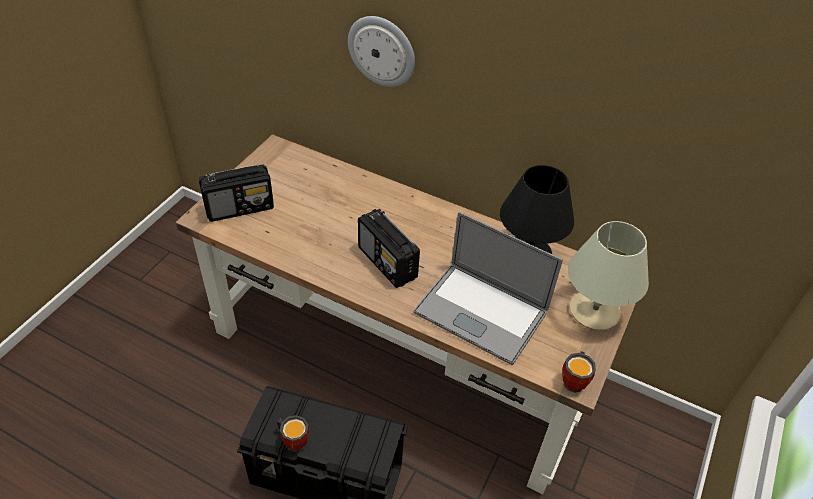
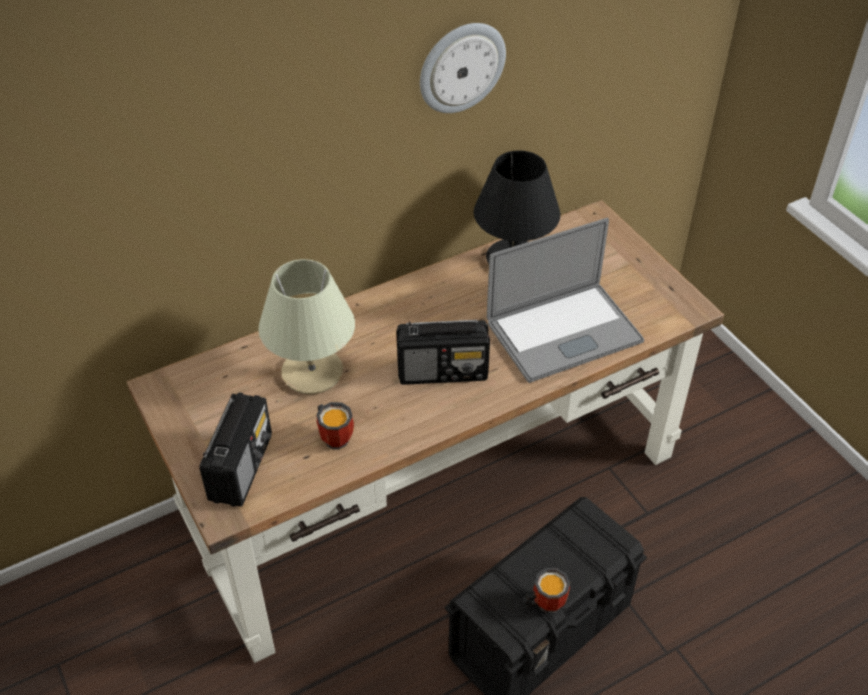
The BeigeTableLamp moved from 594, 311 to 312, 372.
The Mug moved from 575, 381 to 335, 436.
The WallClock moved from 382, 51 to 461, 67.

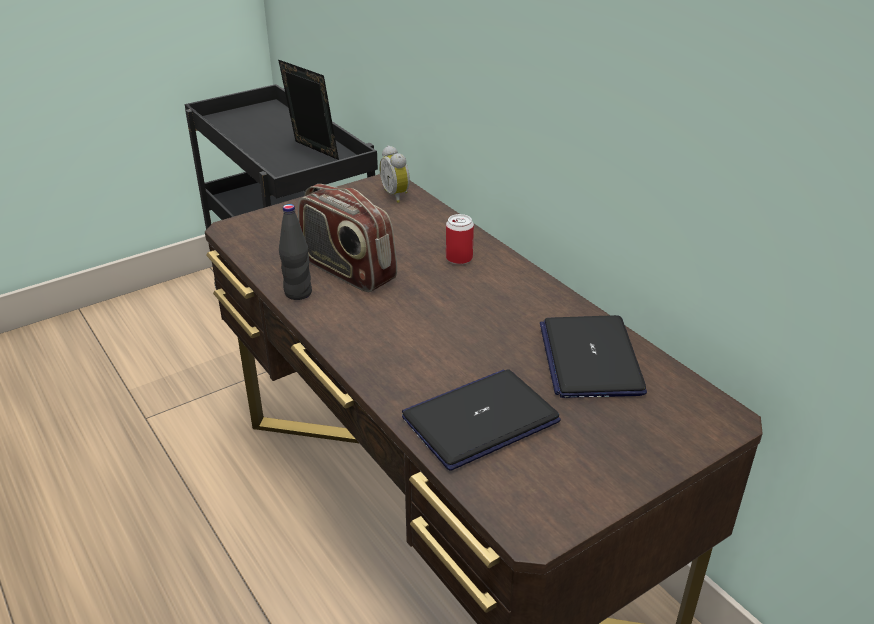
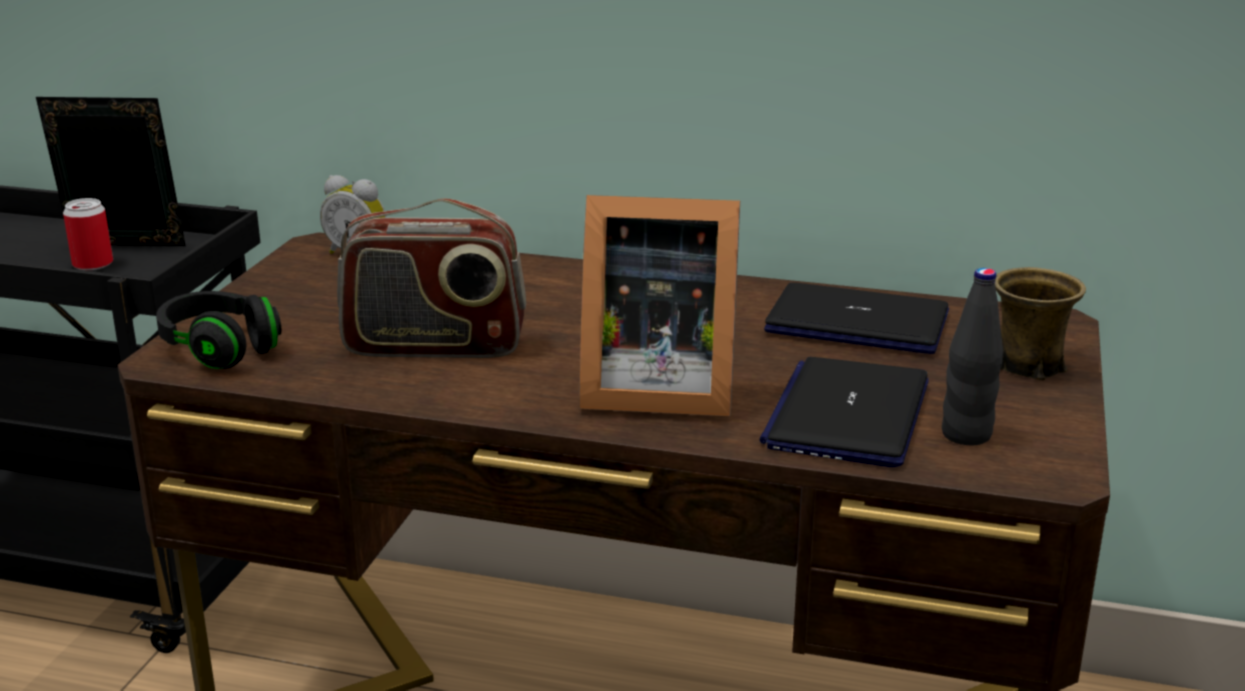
The Can moved from 459, 258 to 93, 264.
The BlackHeadphones at 220, 349 appeared.
The PictureFrame at 653, 389 appeared.
The Laptop at 590, 358 turned 150 degrees clockwise.
The BlackBottle moved from 298, 293 to 966, 435.
The BrownMug at 1028, 365 appeared.

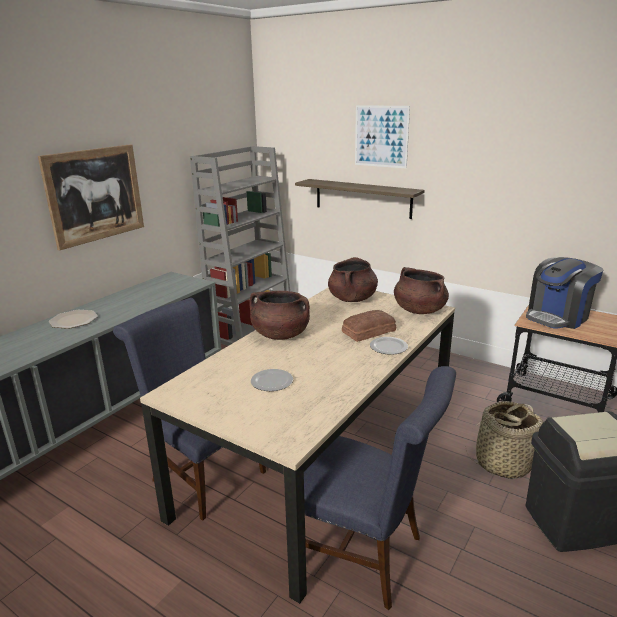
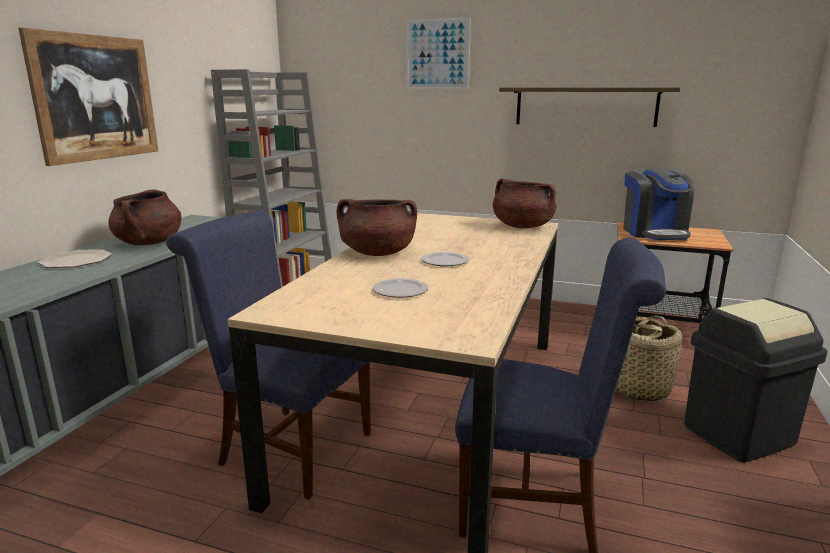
The BrownCookingPot moved from 352, 299 to 149, 243.
The Plate moved from 388, 347 to 445, 261.
The Shelf moved from 362, 198 to 585, 106.
The CoffeeMachine at 557, 317 turned 45 degrees counterclockwise.
The Bread at 367, 331 disappeared.

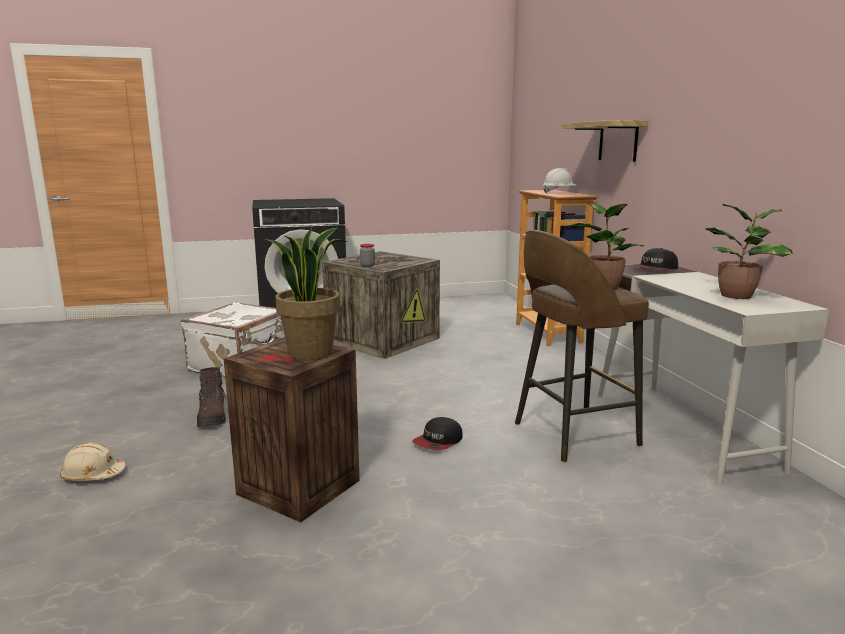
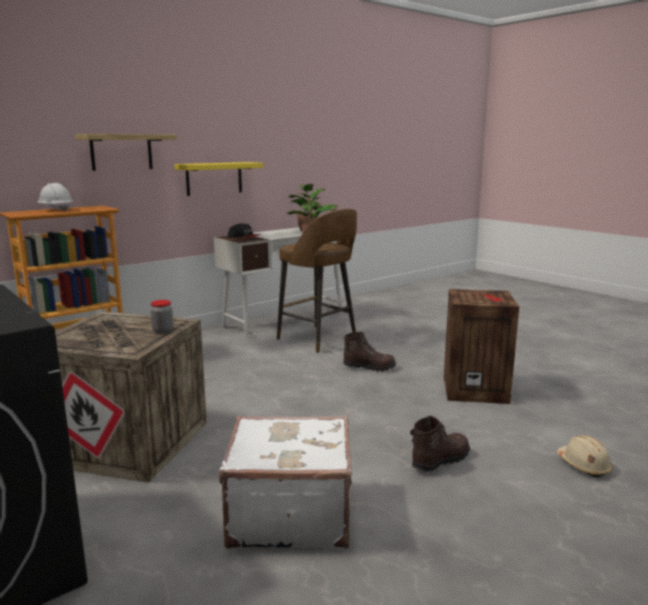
The YellowShelf at 214, 178 appeared.
The Cap at 438, 442 was replaced by the BrownBoot at 369, 367.
The PottedPlant at 310, 352 disappeared.

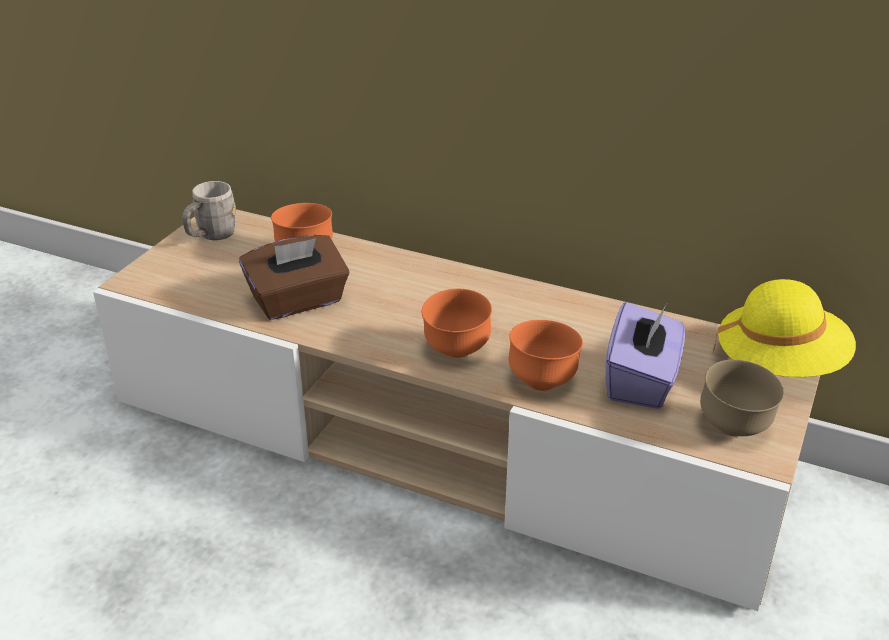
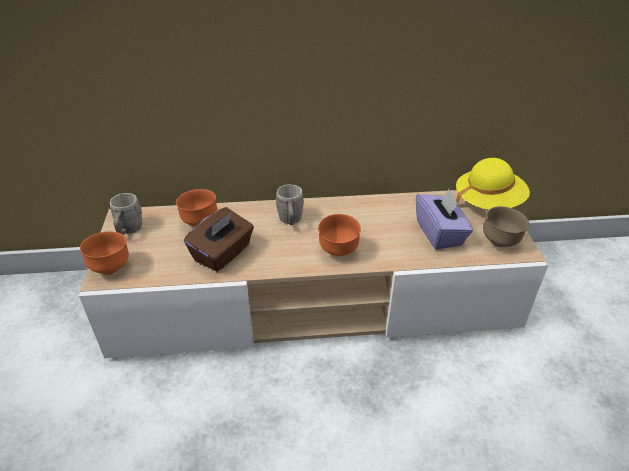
The OrangeBowl moved from 542, 382 to 111, 268.
The GreyMug at 290, 221 appeared.

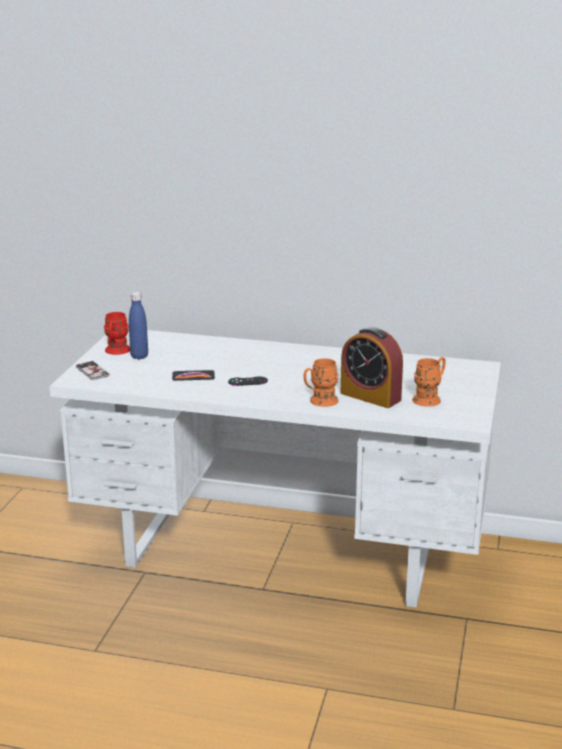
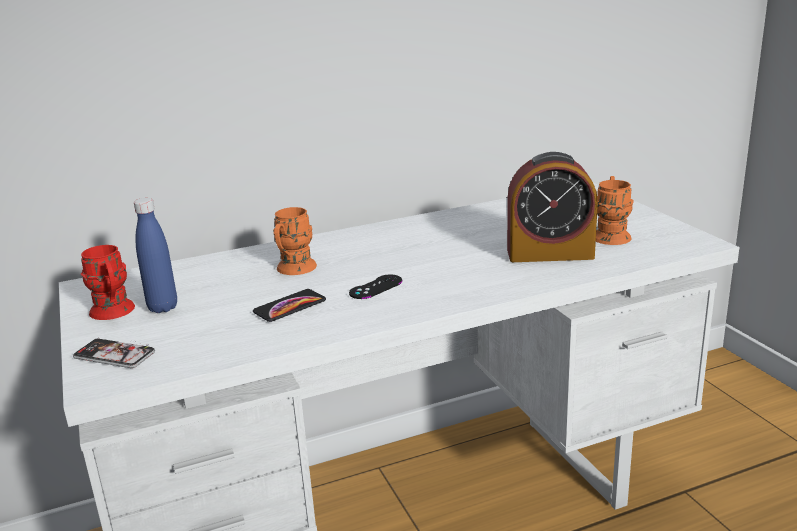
The OrangeMug moved from 319, 402 to 293, 270.

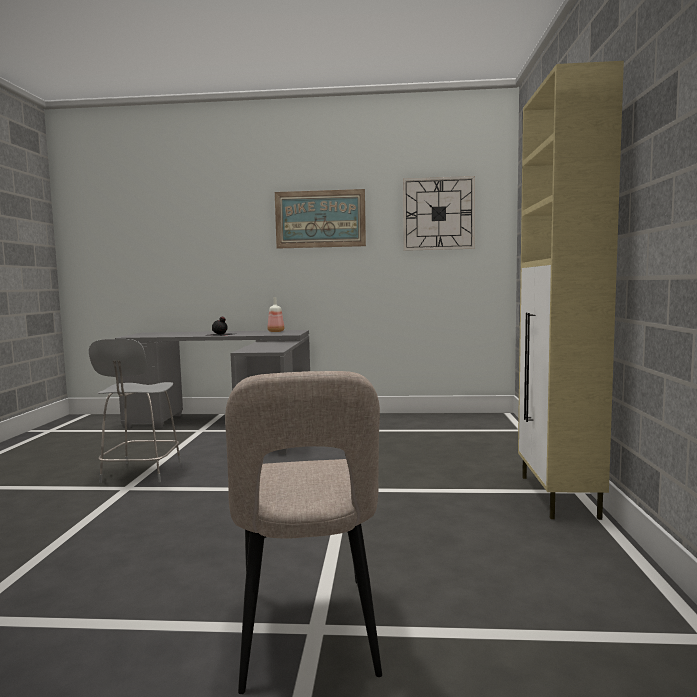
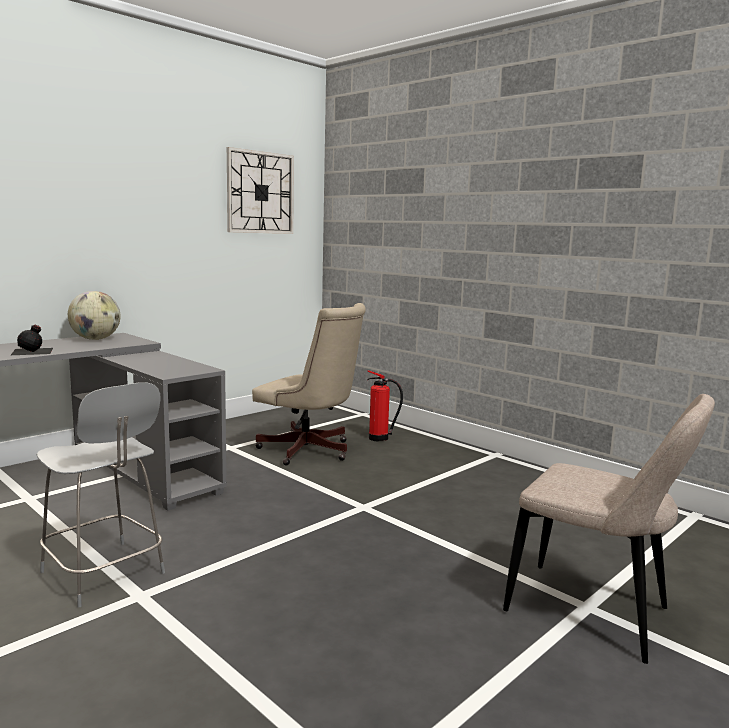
The Bottle at 276, 331 was replaced by the Globe at 95, 339.
The BeigeOfficeChair at 310, 451 appeared.
The FireExtinguisher at 380, 438 appeared.
The Picture at 320, 219 disappeared.
The BeigeCabinet at 558, 497 disappeared.

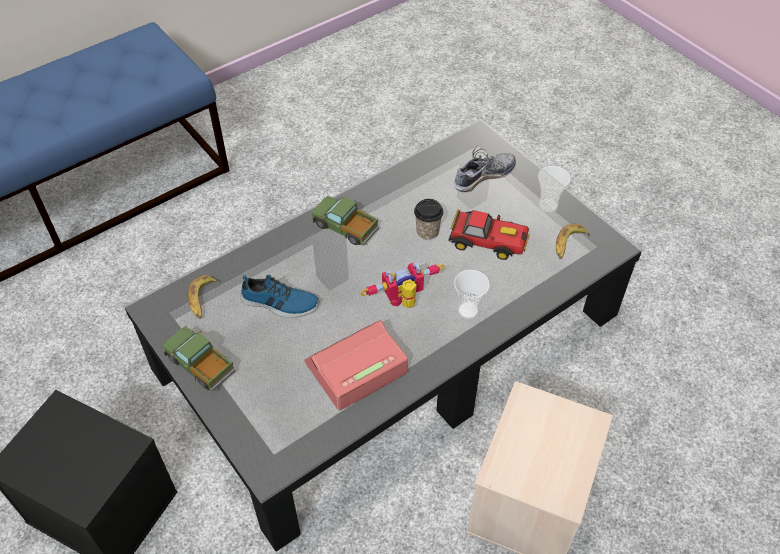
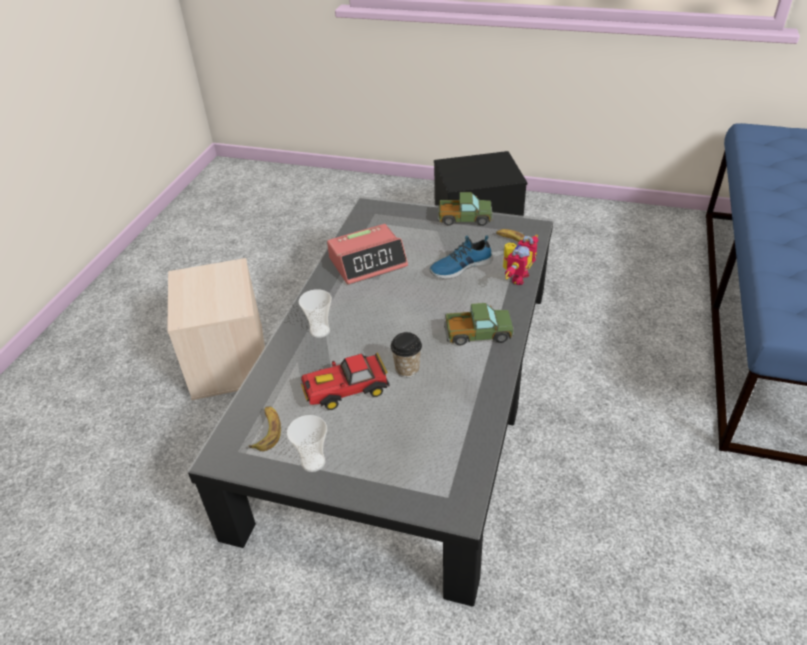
The AlarmClock at 356, 368 turned 45 degrees clockwise.
The ToyRobot moved from 404, 302 to 515, 276.
The Shoe at 483, 176 disappeared.

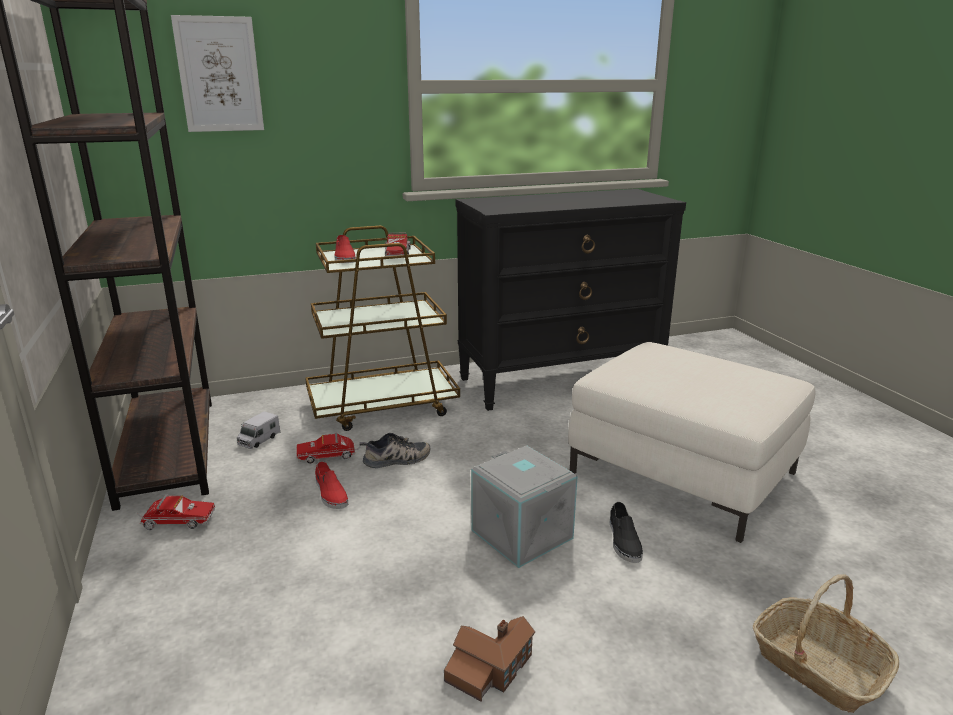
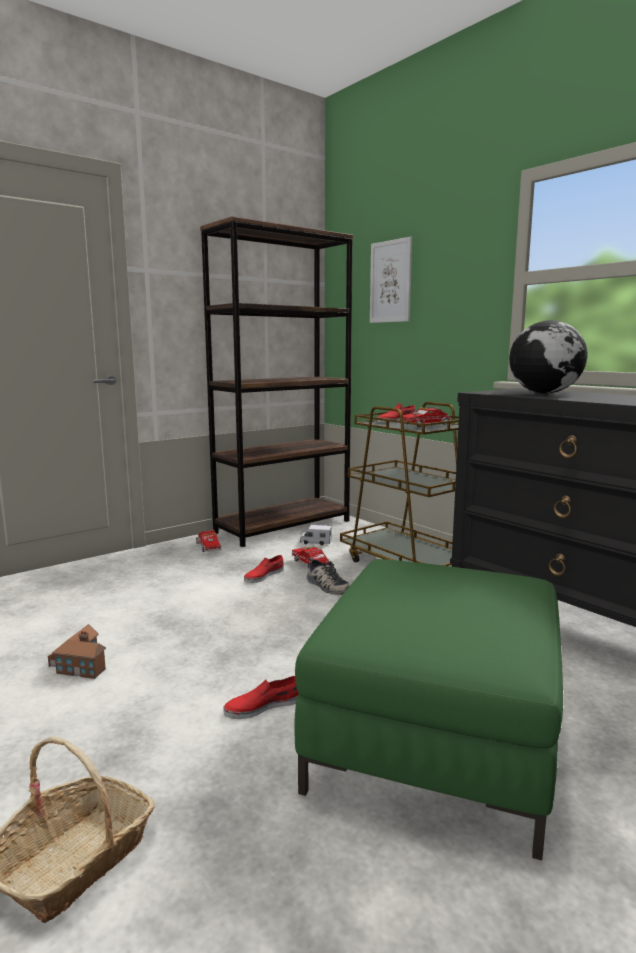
The BlackShoe at 623, 540 became the RedShoe at 262, 706.
The WhiteOttoman at 681, 472 became the GreenOttoman at 436, 737.
The Globe at 545, 393 appeared.
The GreyStorageBox at 520, 534 disappeared.

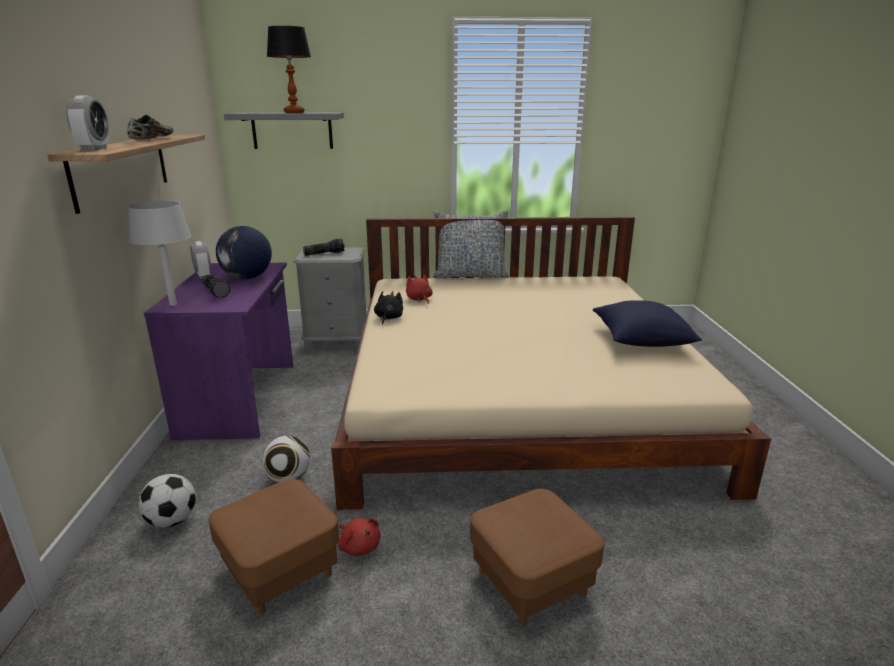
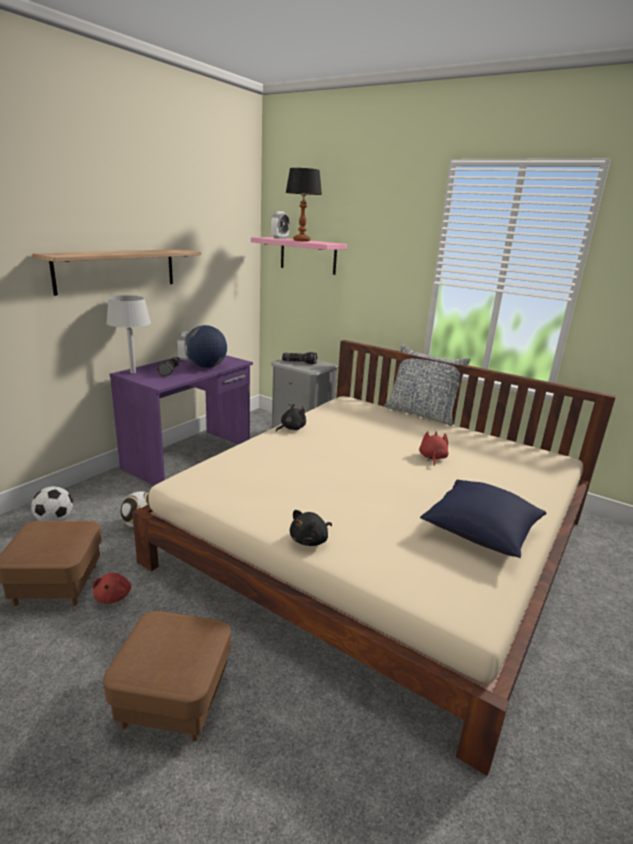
The GreyShelf at 292, 130 became the PinkShelf at 308, 255.
The AlarmClock moved from 94, 149 to 280, 238.
The BlackPlushToy at 310, 540 appeared.
The RedPlushToy moved from 419, 299 to 432, 458.
The Shoe at 152, 139 disappeared.

